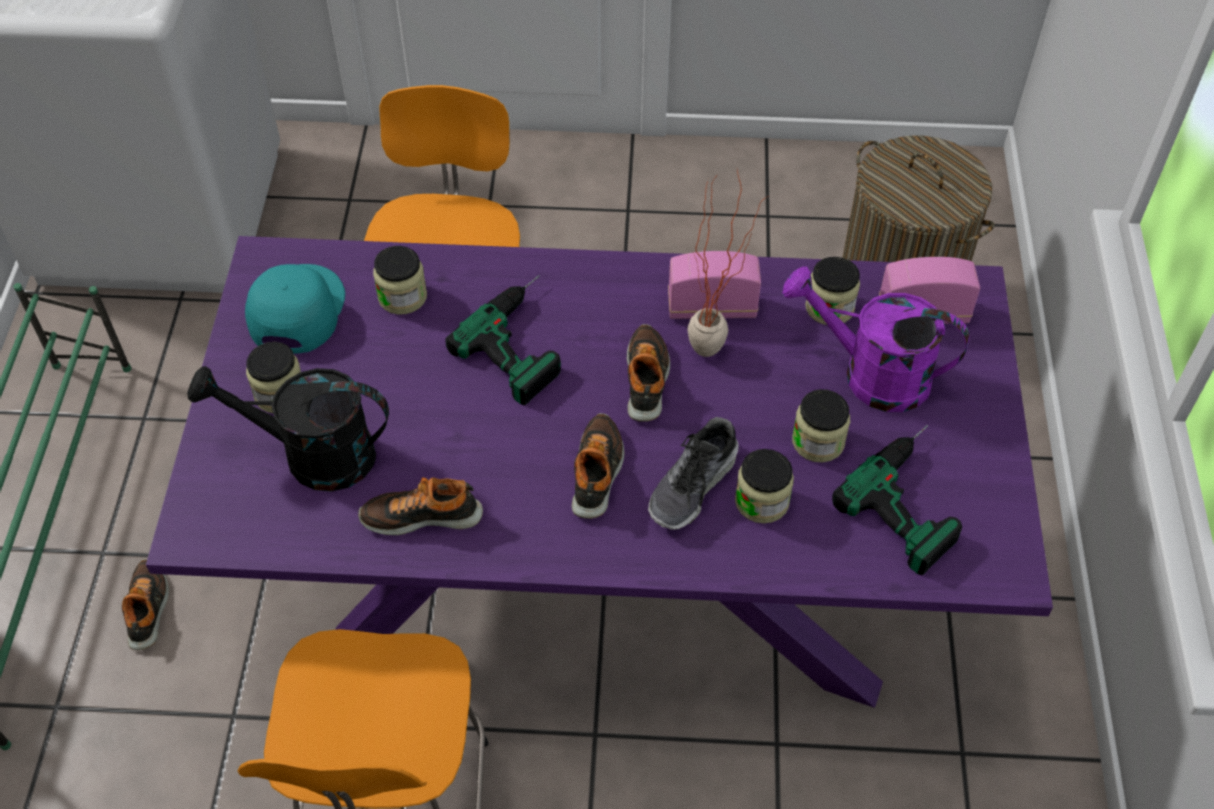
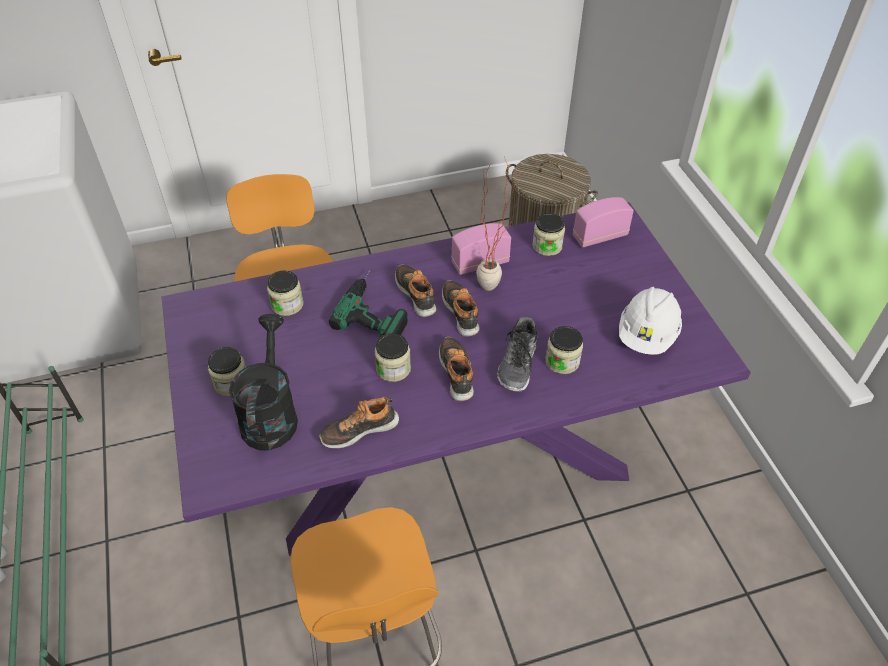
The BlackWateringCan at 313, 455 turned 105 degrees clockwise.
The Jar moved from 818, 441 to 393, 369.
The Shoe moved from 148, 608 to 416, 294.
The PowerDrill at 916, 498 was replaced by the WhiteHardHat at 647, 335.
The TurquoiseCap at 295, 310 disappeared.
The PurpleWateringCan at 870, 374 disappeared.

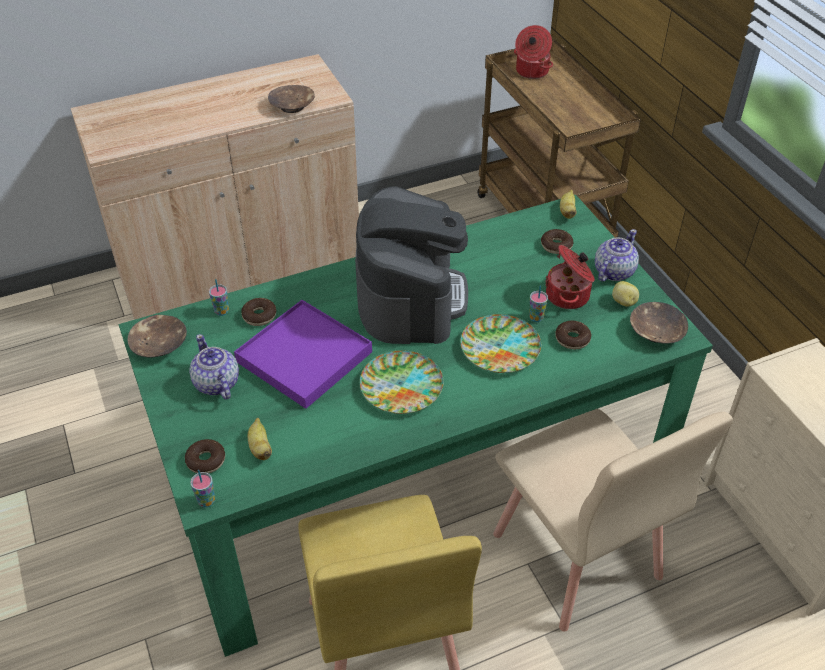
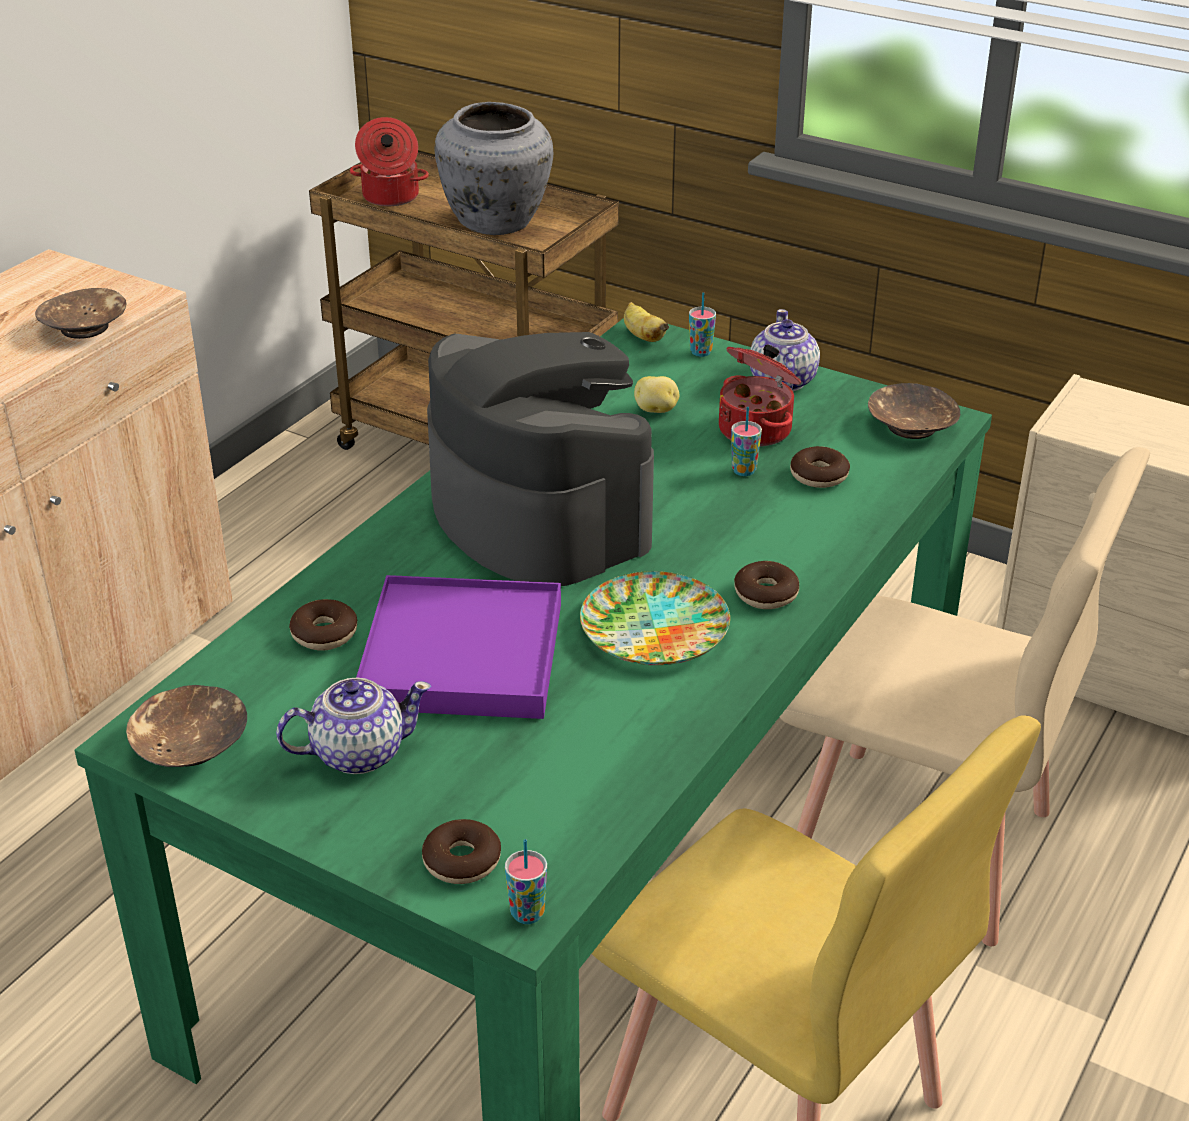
The Teapot at 216, 384 turned 135 degrees clockwise.
The GreyVase at 496, 223 appeared.
The Potato moved from 623, 302 to 656, 410.
The Cup moved from 221, 311 to 700, 352.
The Donut moved from 556, 246 to 766, 594.
The Banana at 260, 448 disappeared.
The Plate at 500, 347 disappeared.

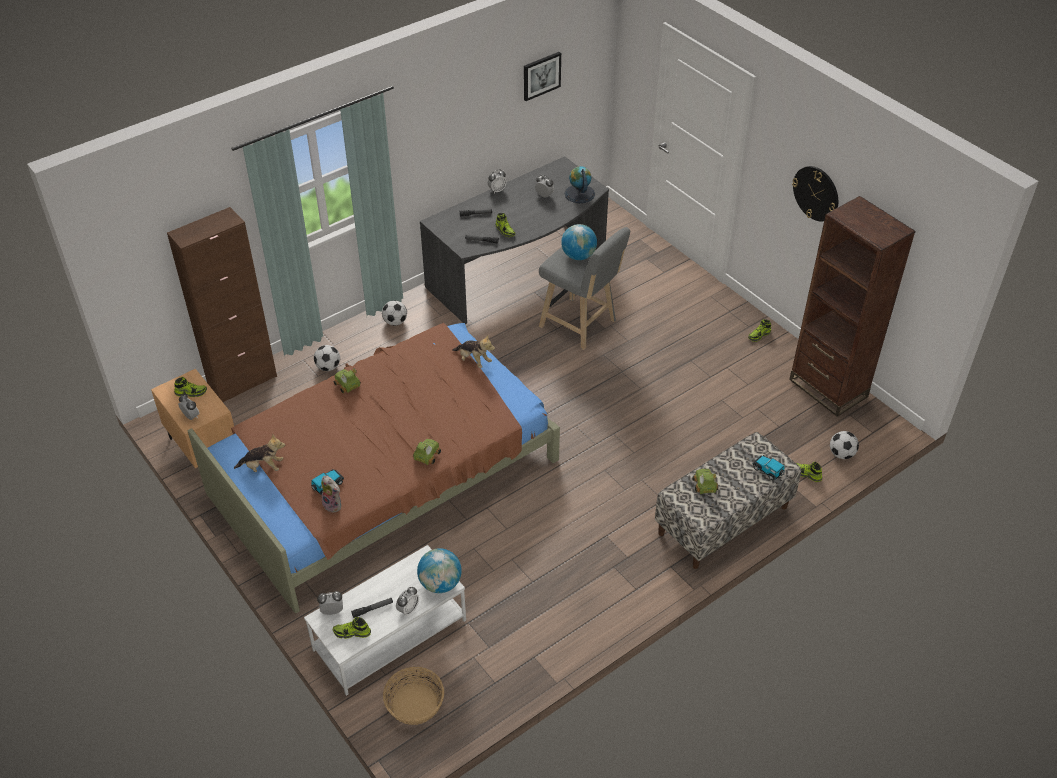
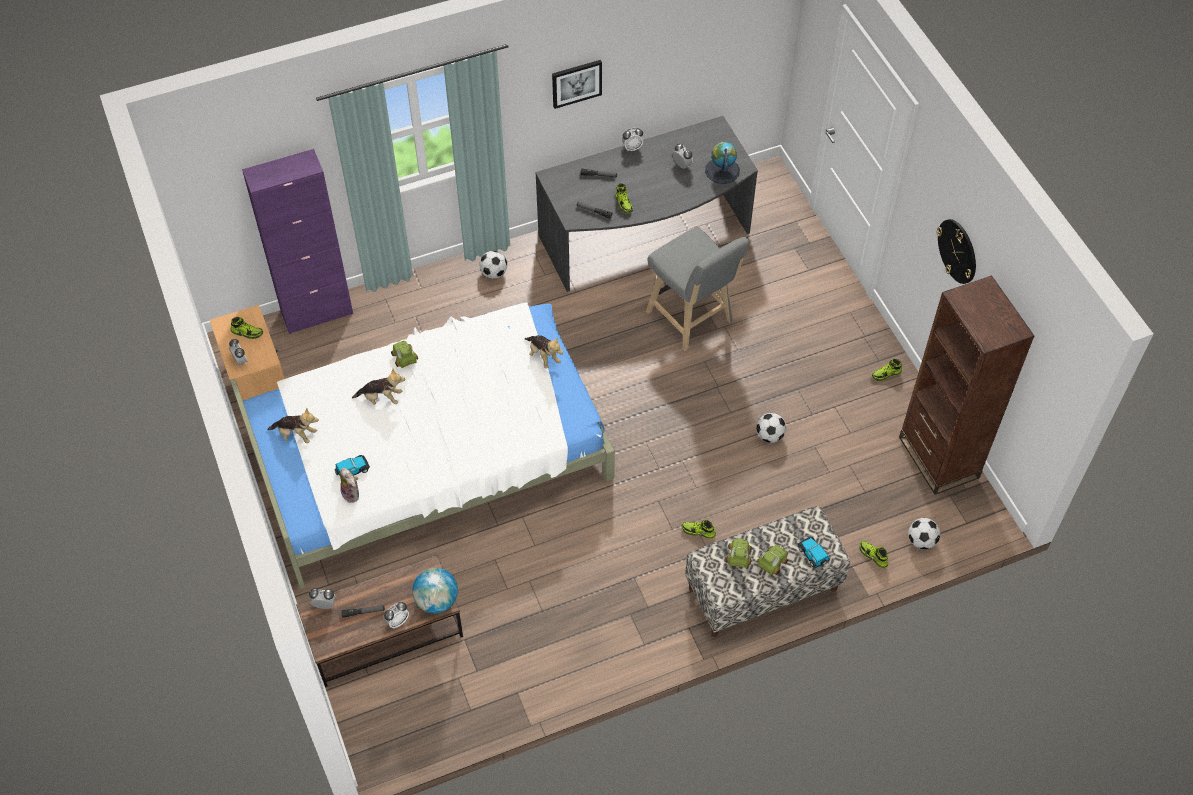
The BrownBed at 386, 475 became the WhiteBed at 432, 455.
The BrownCabinet at 243, 382 became the PurpleCabinet at 317, 313.
The WhiteCoffeeTable at 390, 634 became the BrownCoffeeTable at 385, 633.
The PlushToy at 381, 398 appeared.
The Picture moved from 541, 75 to 576, 83.
The Shoe moved from 352, 633 to 698, 532.
The Football moved from 328, 367 to 769, 435.
The ToyCar moved from 426, 455 to 771, 562.
The Basket at 414, 704 disappeared.
The Globe at 578, 256 disappeared.

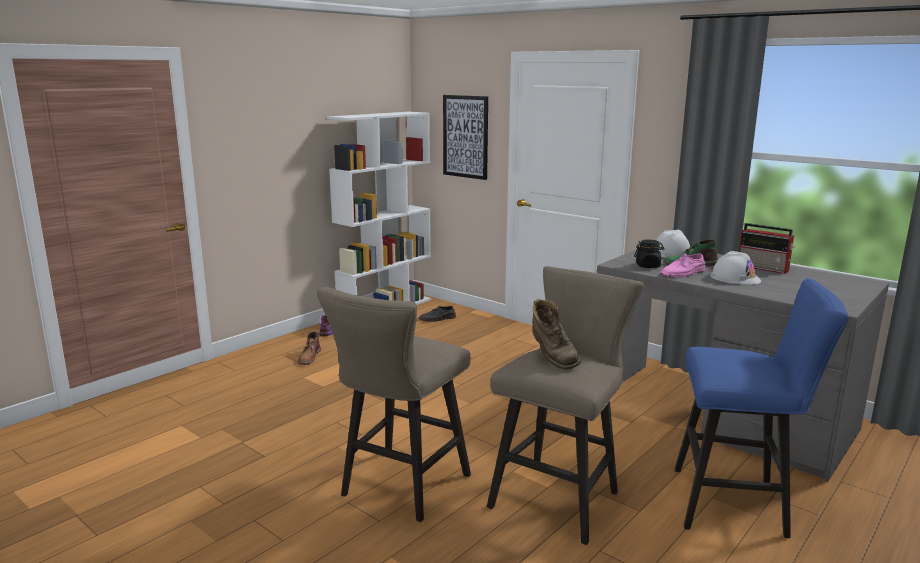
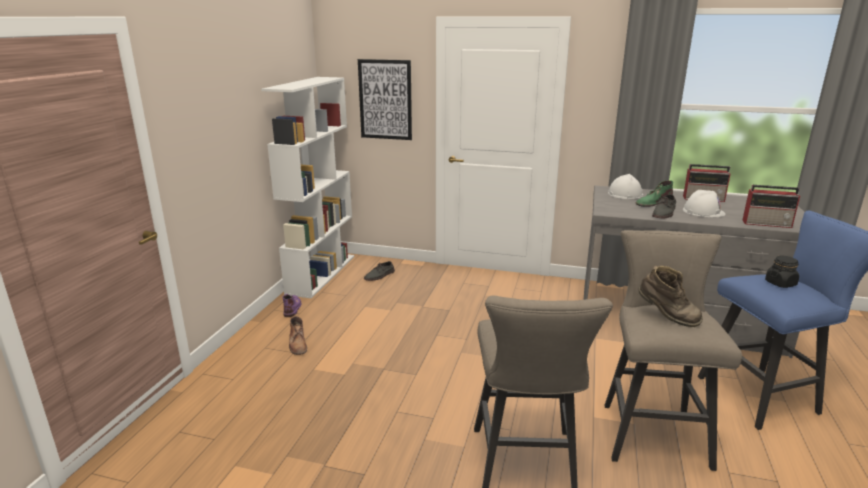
The PinkShoe at 683, 273 became the GreyShoe at 664, 213.
The Radio at 767, 224 appeared.
The BlackJar moved from 648, 266 to 780, 283.

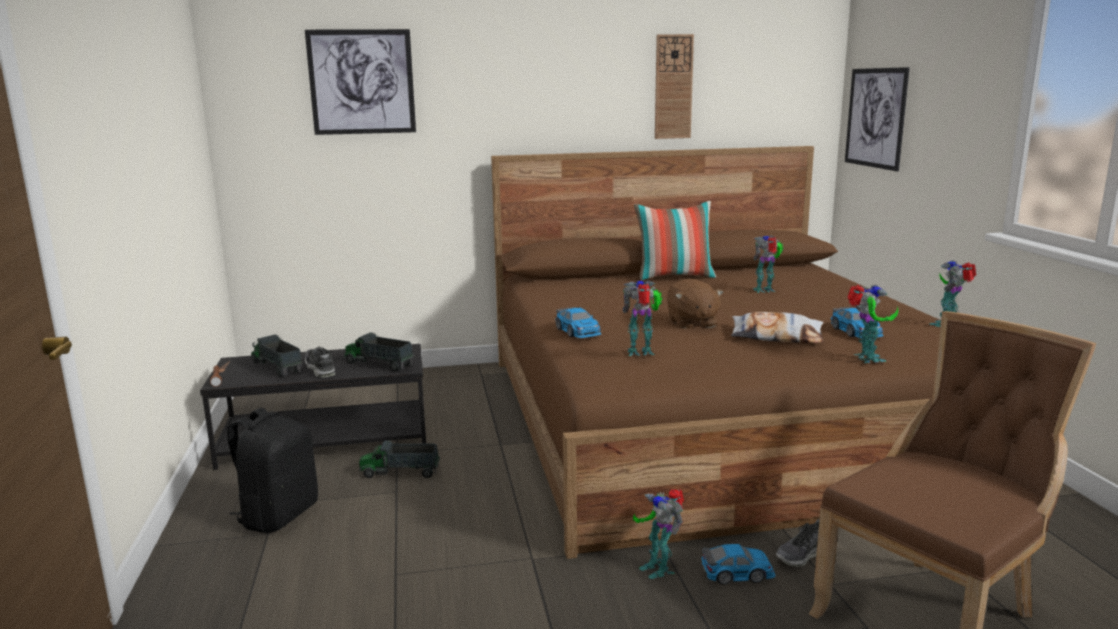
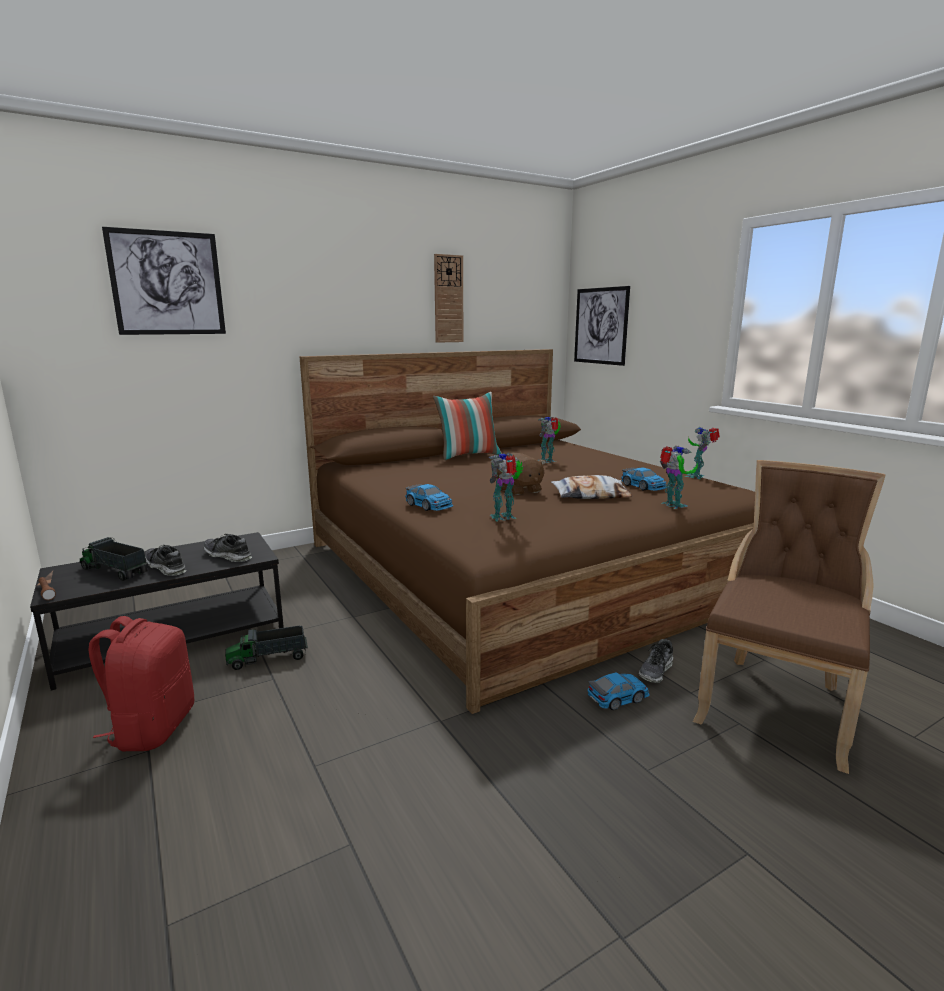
The BlackBackpack at 278, 515 became the RedBackpack at 152, 728.
The ToyTruck at 379, 364 was replaced by the Shoe at 227, 556.
The ToyRobot at 658, 567 disappeared.

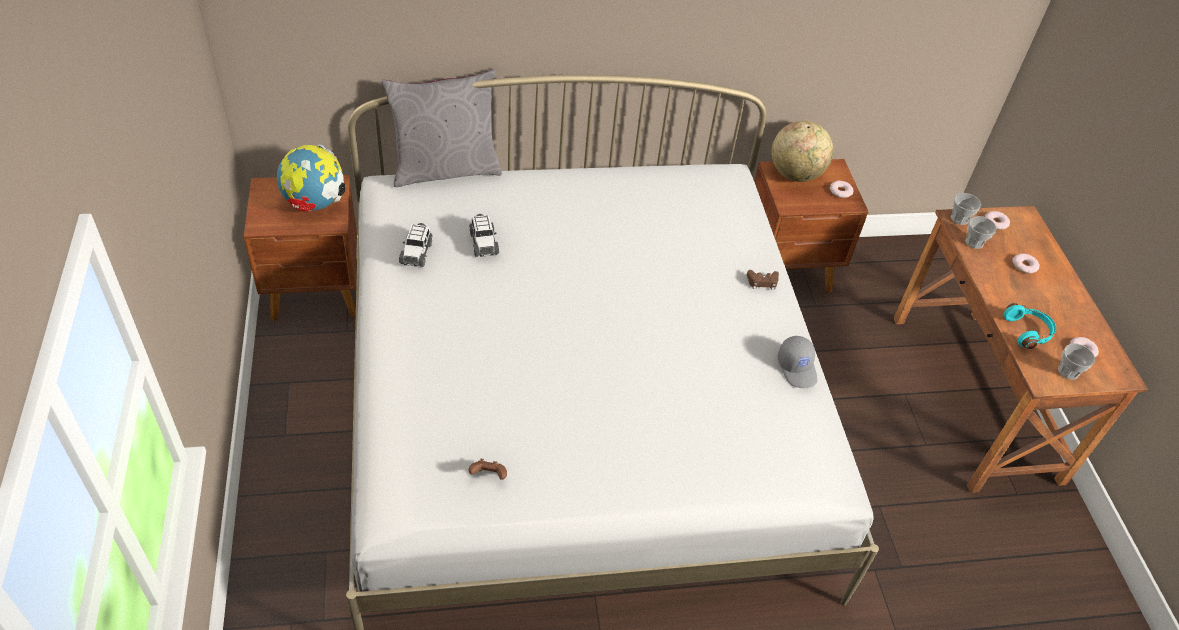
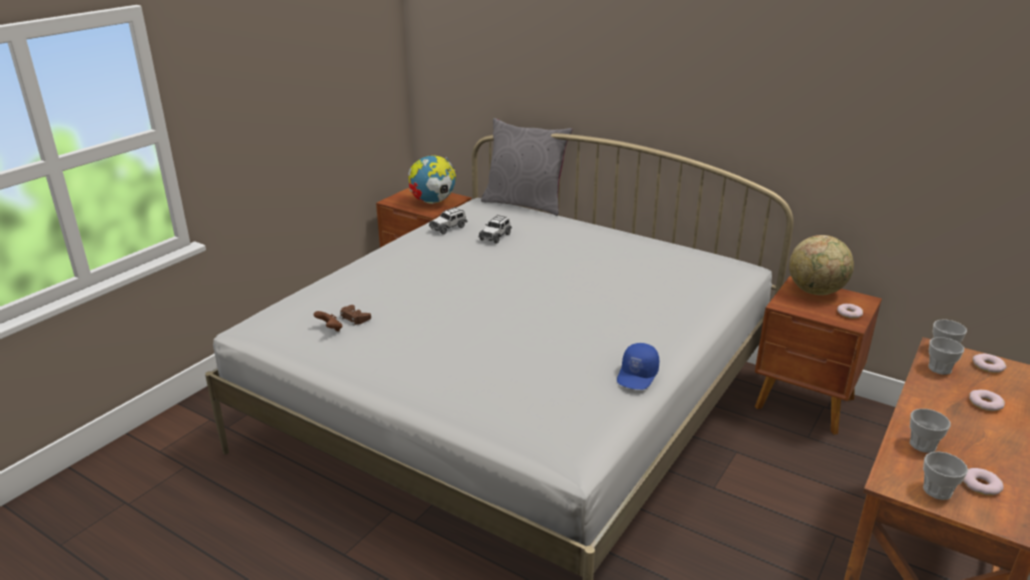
The BrownGameController moved from 762, 282 to 354, 318.
The GreyCap at 797, 368 became the BlueCap at 638, 376.
The TurquoiseHeadphones at 1028, 332 was replaced by the Cup at 922, 445.

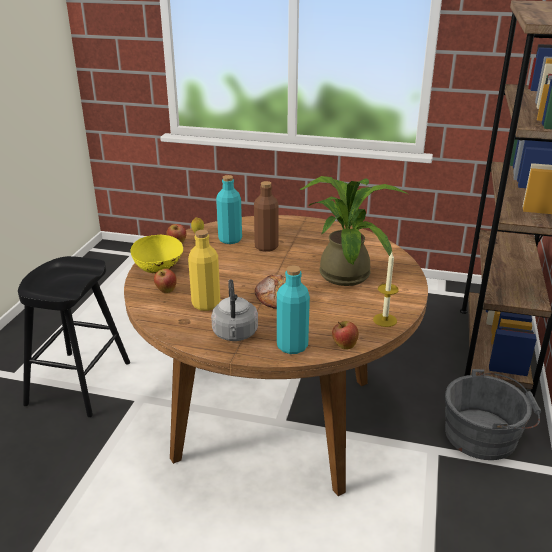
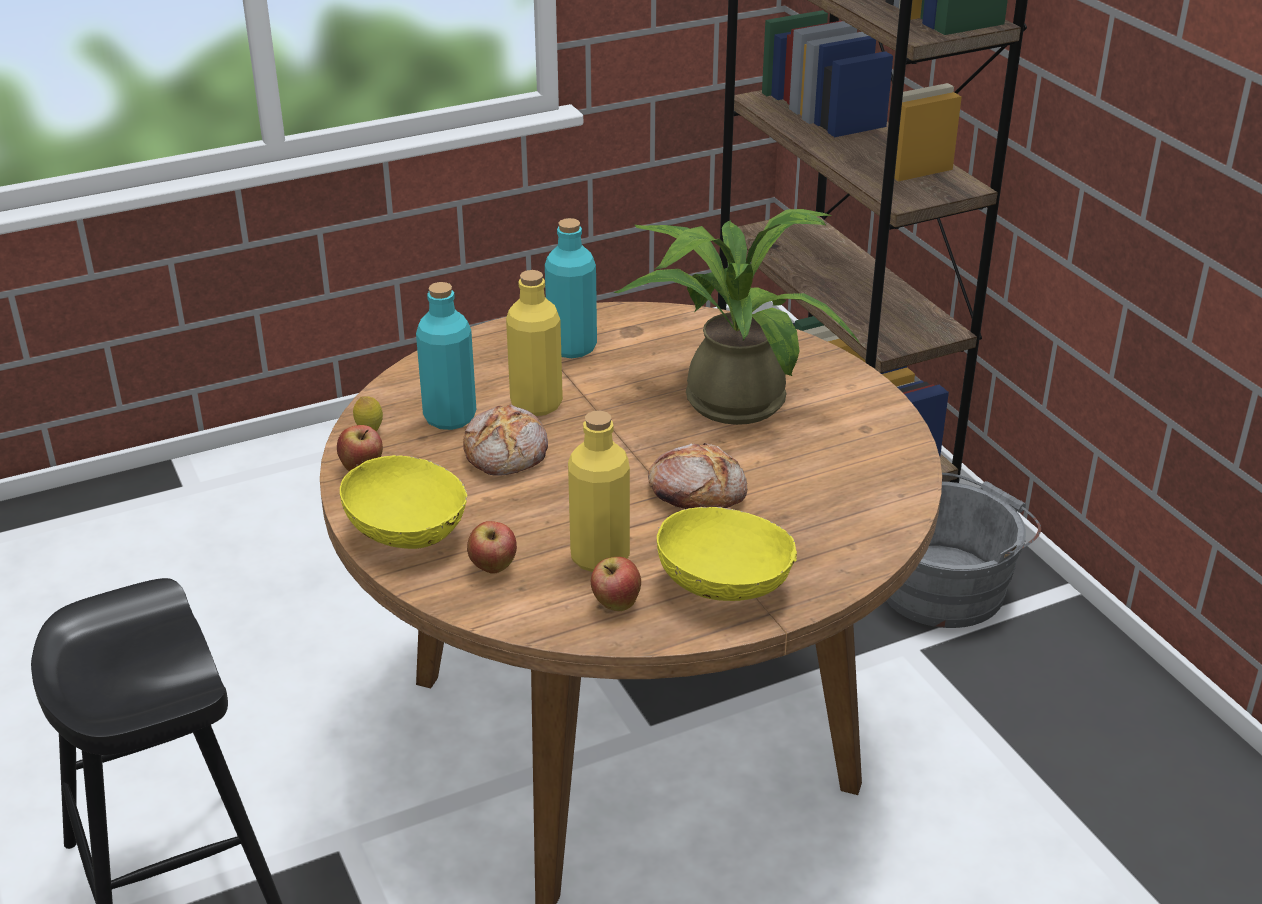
The Bread at 508, 453 appeared.
The BrownBottle at 266, 247 became the YellowBottle at 536, 404.
The TurquoiseBottle moved from 292, 346 to 572, 347.
The Apple moved from 344, 346 to 616, 604.
The GreyKettle at 235, 334 was replaced by the YellowBowl at 725, 584.
The Candle at 385, 320 disappeared.

